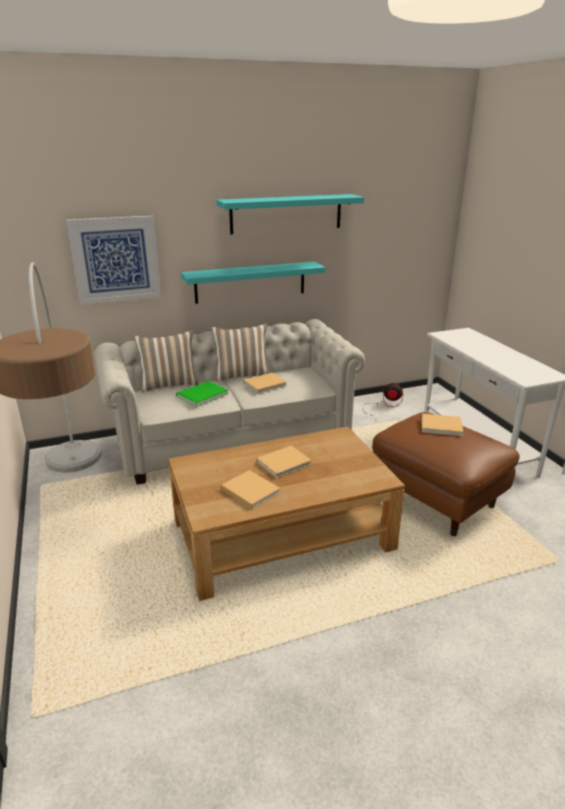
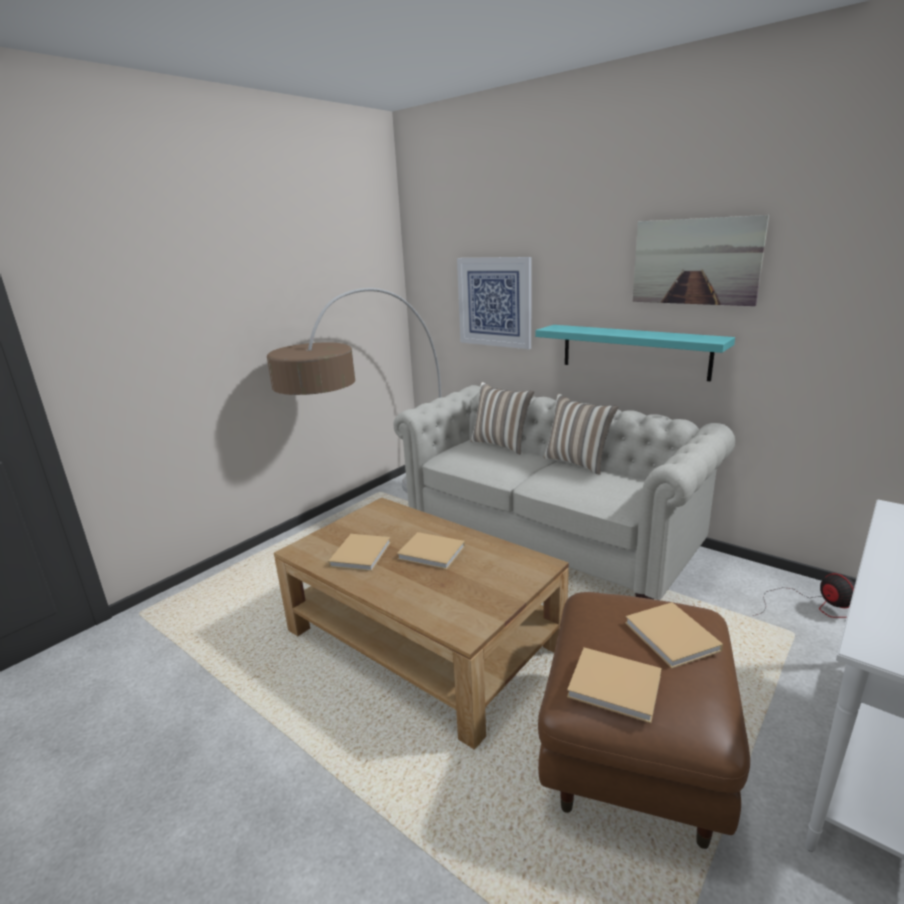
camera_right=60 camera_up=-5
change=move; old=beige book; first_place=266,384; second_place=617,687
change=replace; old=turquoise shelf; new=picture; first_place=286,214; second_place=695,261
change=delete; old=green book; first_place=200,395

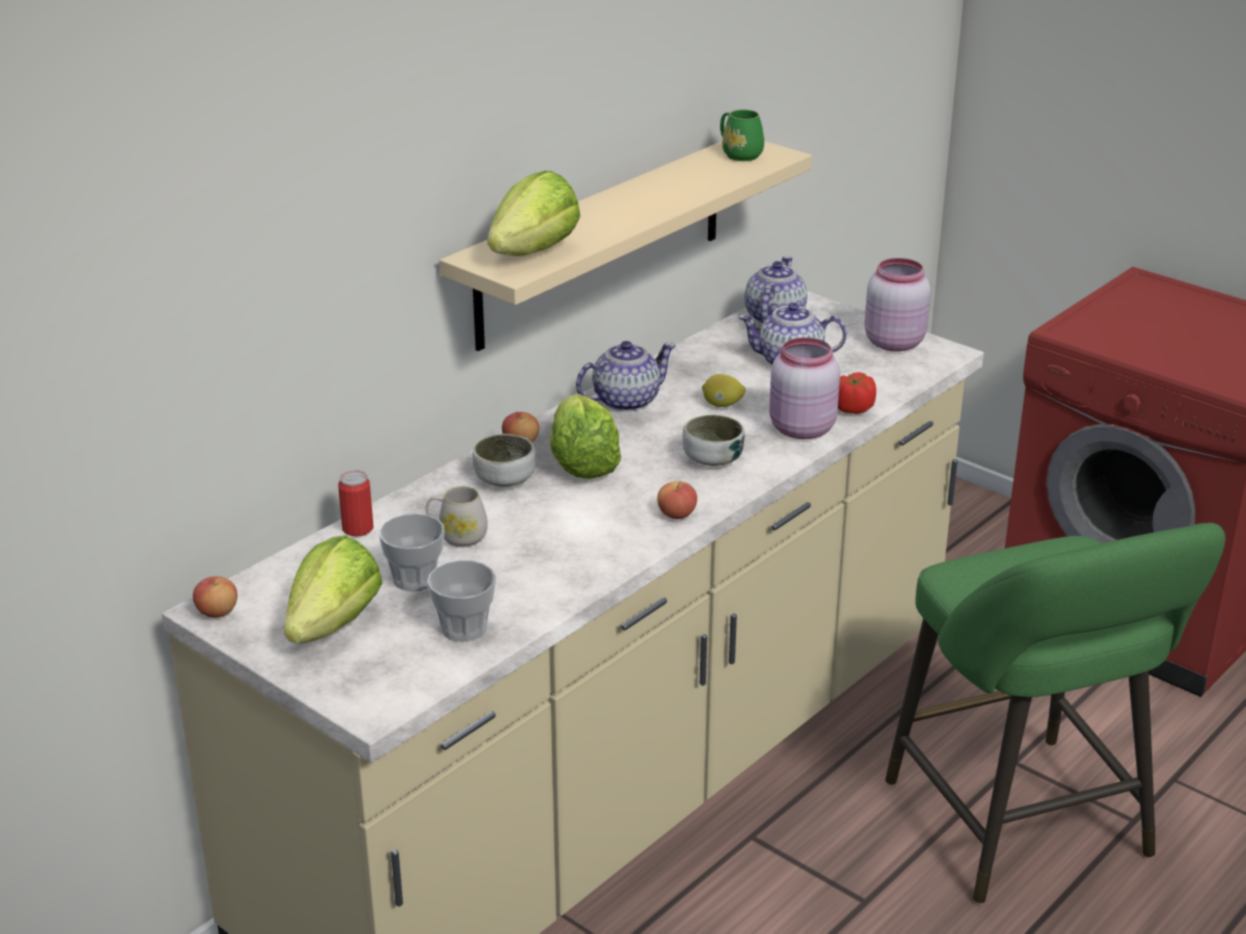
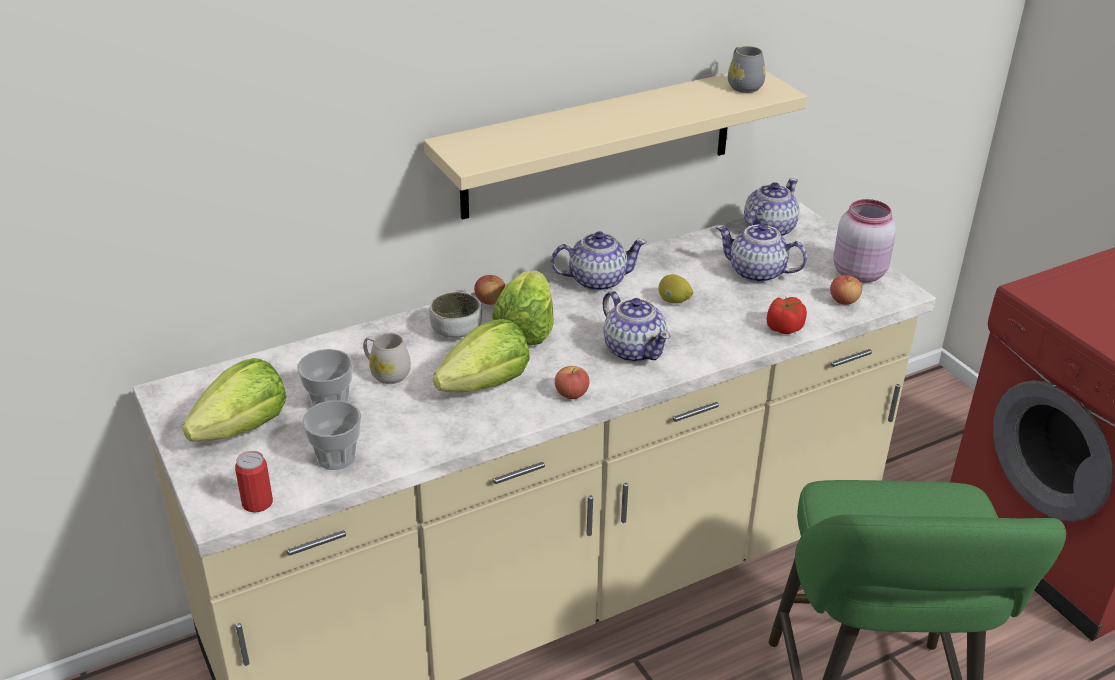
camera_right=20 camera_up=5
change=move; old=can; first_place=358,528; second_place=257,503
change=move; old=lettuce; first_place=534,252; second_place=486,384
change=replace; old=bowl; new=teapot; first_place=712,459; second_place=634,349
change=recolor; old=green mug; new=grey mug; first_place=738,154; second_place=742,85
change=move; old=apple; first_place=217,612; second_place=844,301
change=delete; old=pink jar; first_place=800,429

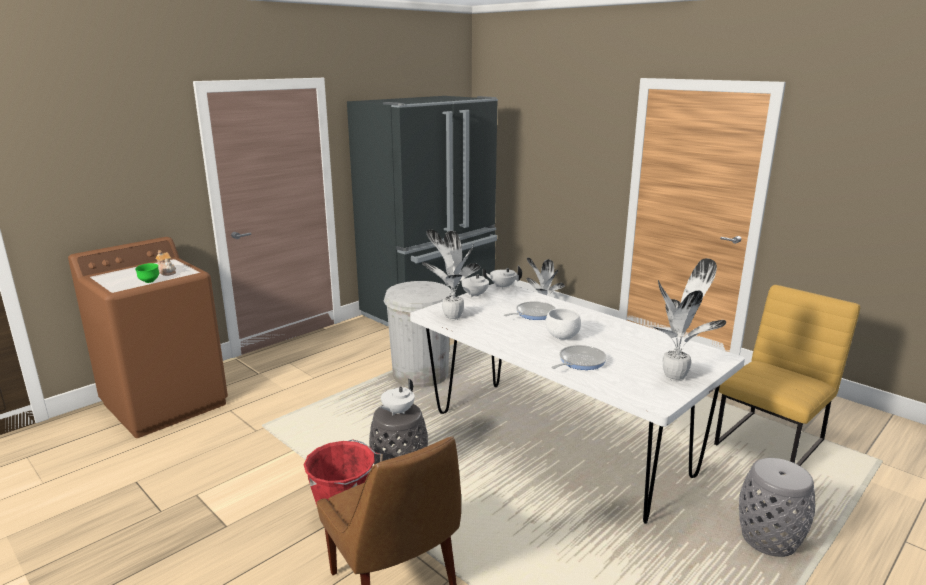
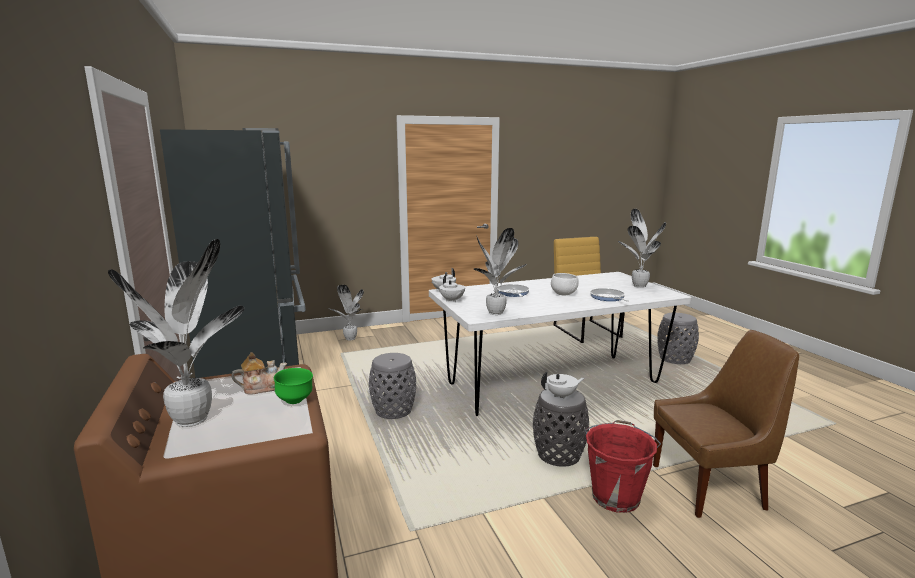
camera_right=-65 camera_up=-5
change=insert; new=potted plant; second_place=194,420
change=replace; old=white trash can; new=grey stool; first_place=420,375; second_place=393,411
change=rotate; old=white teapot; first_place=397,411; second_place=561,396; degrees=-75

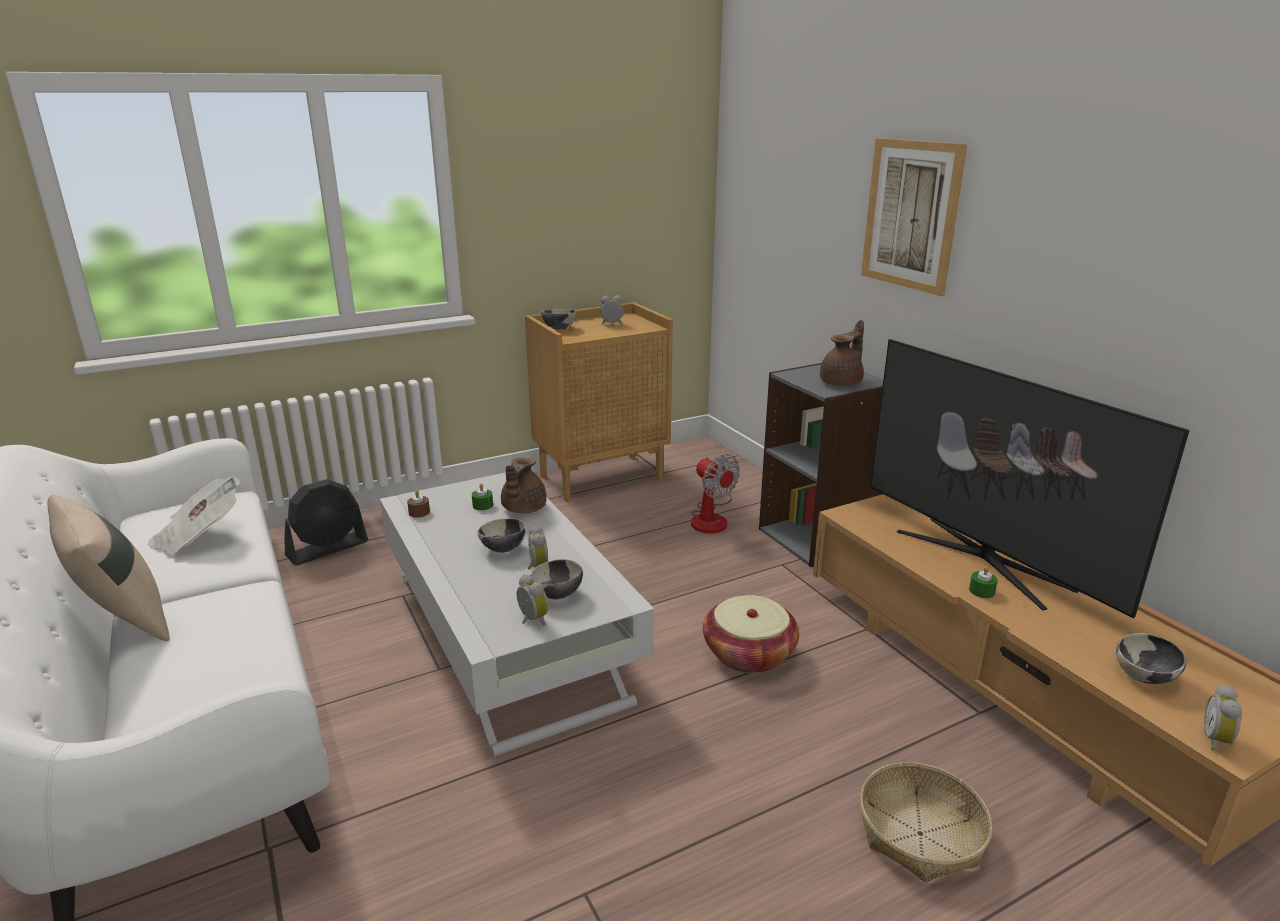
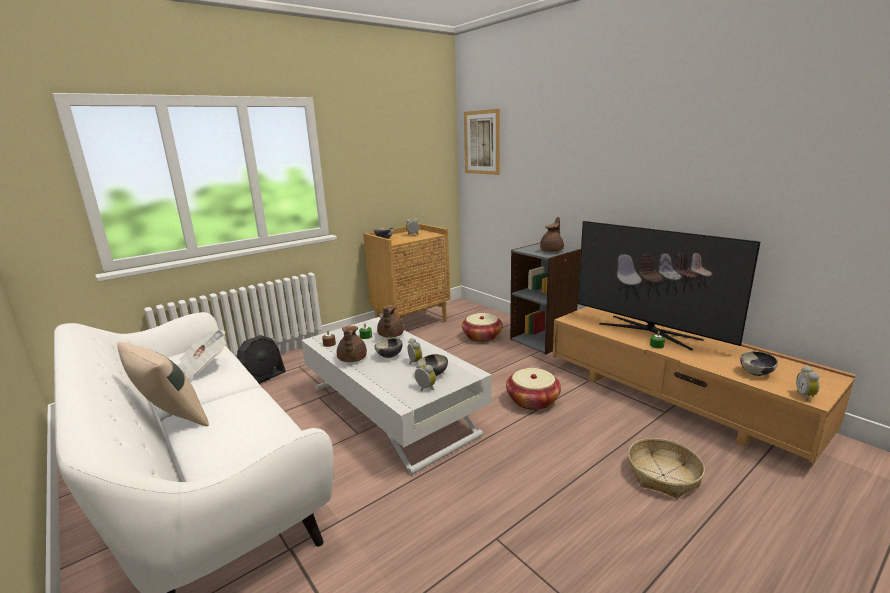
camera_right=-10 camera_up=-5
change=insert; new=brown teapot; second_place=351,359
change=replace; old=fan; new=basket; first_place=711,518; second_place=482,337
change=move; old=picture; first_place=911,215; second_place=482,142

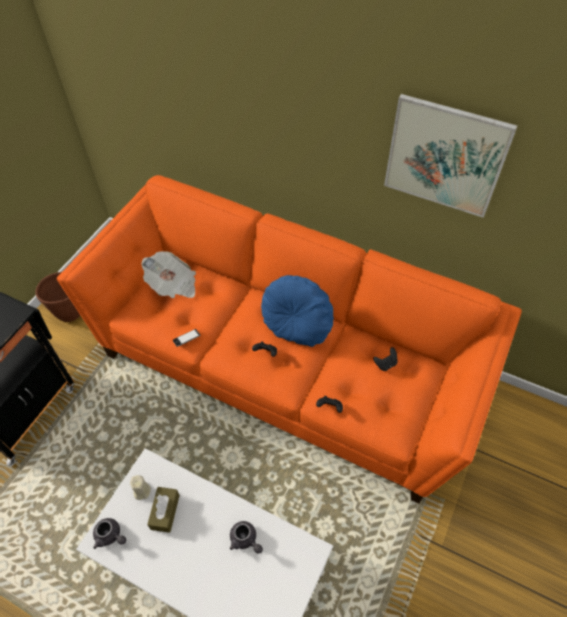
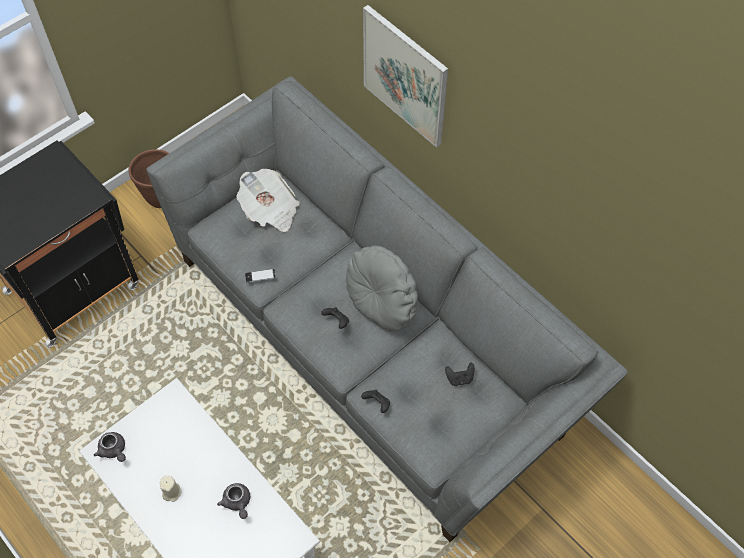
camera_right=20 camera_up=5
change=recolor; old=orange sofa; new=grey sofa; first_place=286,364; second_place=373,338
change=move; old=beige candle; first_place=142,491; second_place=171,492
change=recolor; old=blue pillow; new=grey pillow; first_place=297,330; second_place=381,307
change=move; old=picture; first_place=445,156; second_place=405,76
change=delete; old=brown tissue box; first_place=165,512

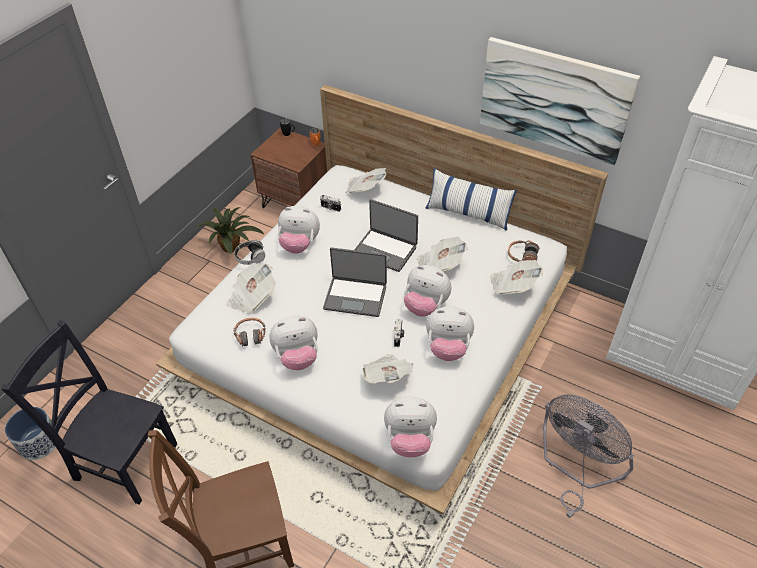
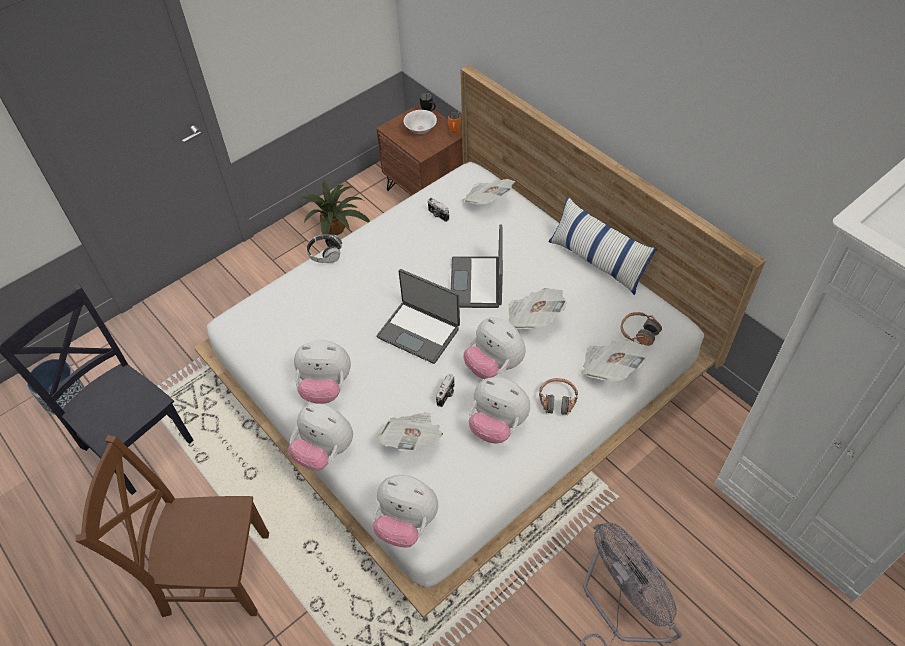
camera_right=20 camera_up=5
change=move; old=plush toy; first_place=299,245; second_place=324,451
change=insert; new=white bowl; second_place=421,129
change=rotate; old=laptop; first_place=385,250; second_place=477,283; degrees=45
change=move; old=headphones; first_place=250,335; second_place=557,400
change=delete; old=newspaper; first_place=252,297
change=delete; old=picture; first_place=554,100

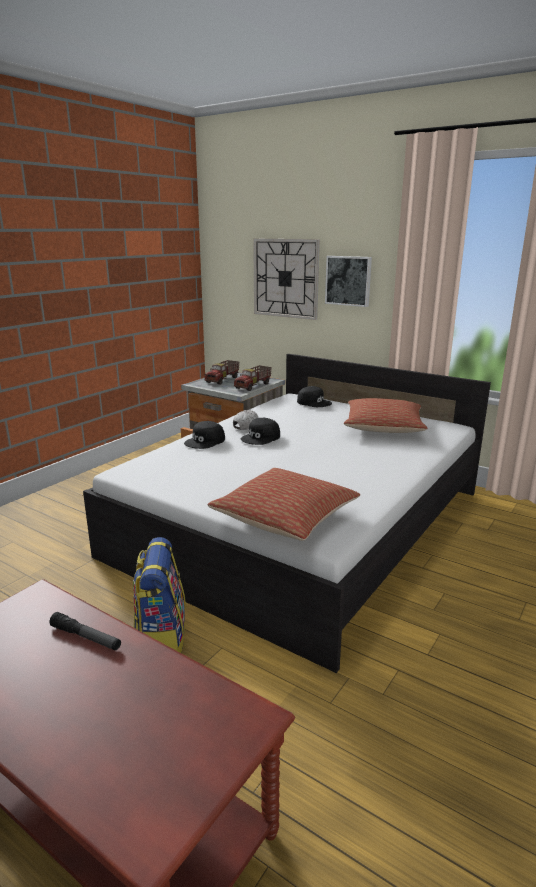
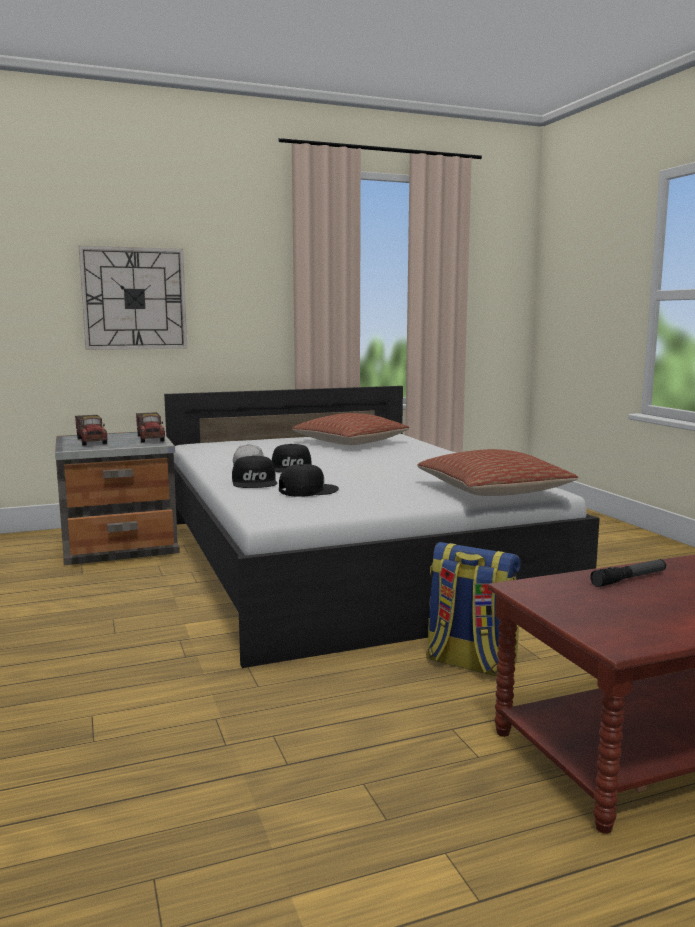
camera_right=-55 camera_up=-10
change=move; old=black cap; first_place=314,402; second_place=307,490
change=delete; old=picture; first_place=348,280

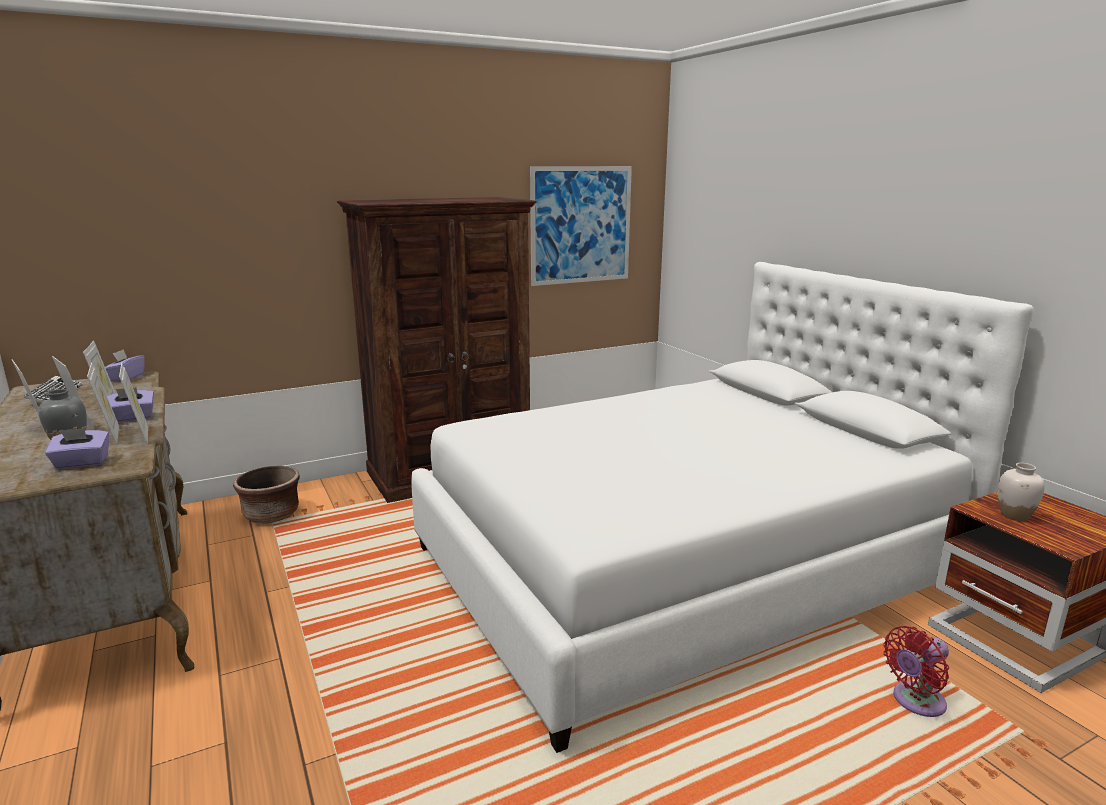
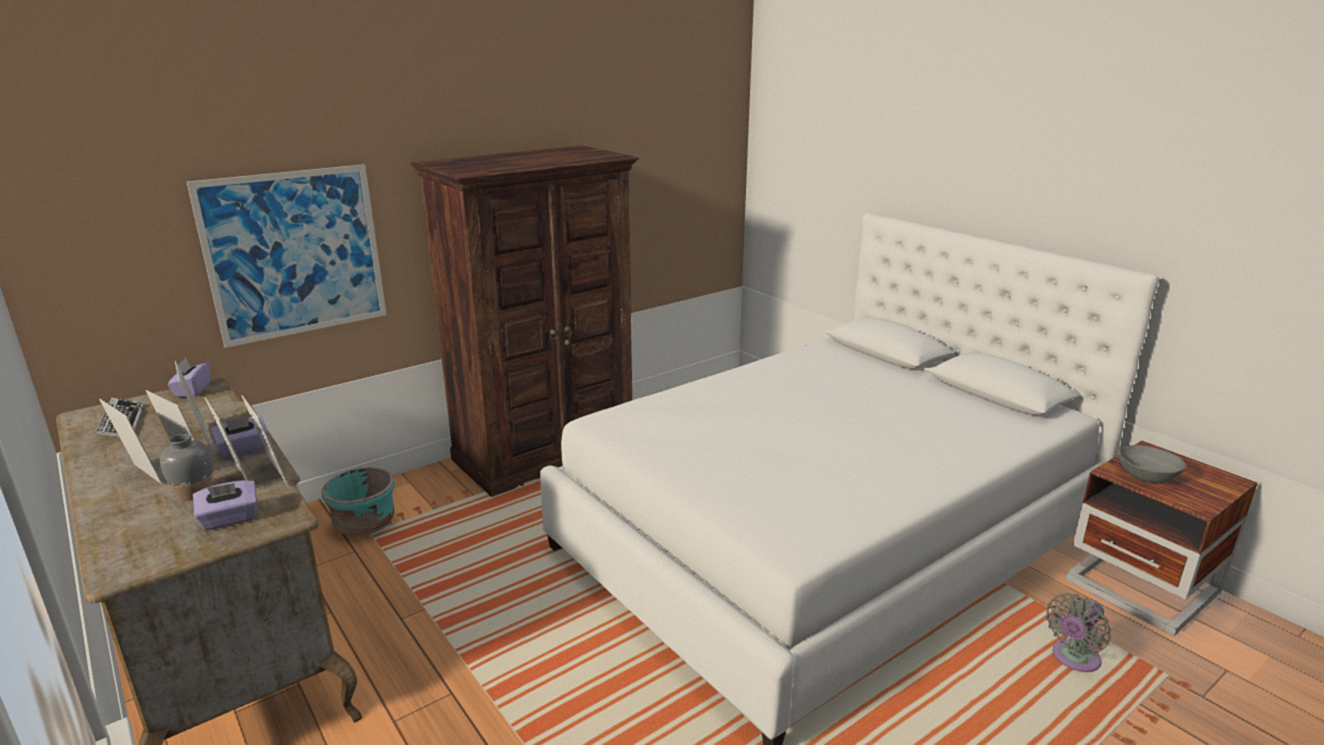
camera_right=-10 camera_up=5
change=move; old=picture; first_place=581,225; second_place=295,254
change=recolor; old=brown planter; new=turquoise planter; first_place=271,514; second_place=364,523
change=recolor; old=red fan; new=grey fan; first_place=915,702; second_place=1073,659
change=replace; old=white vase; new=grey bowl; first_place=1014,516; second_place=1147,477

